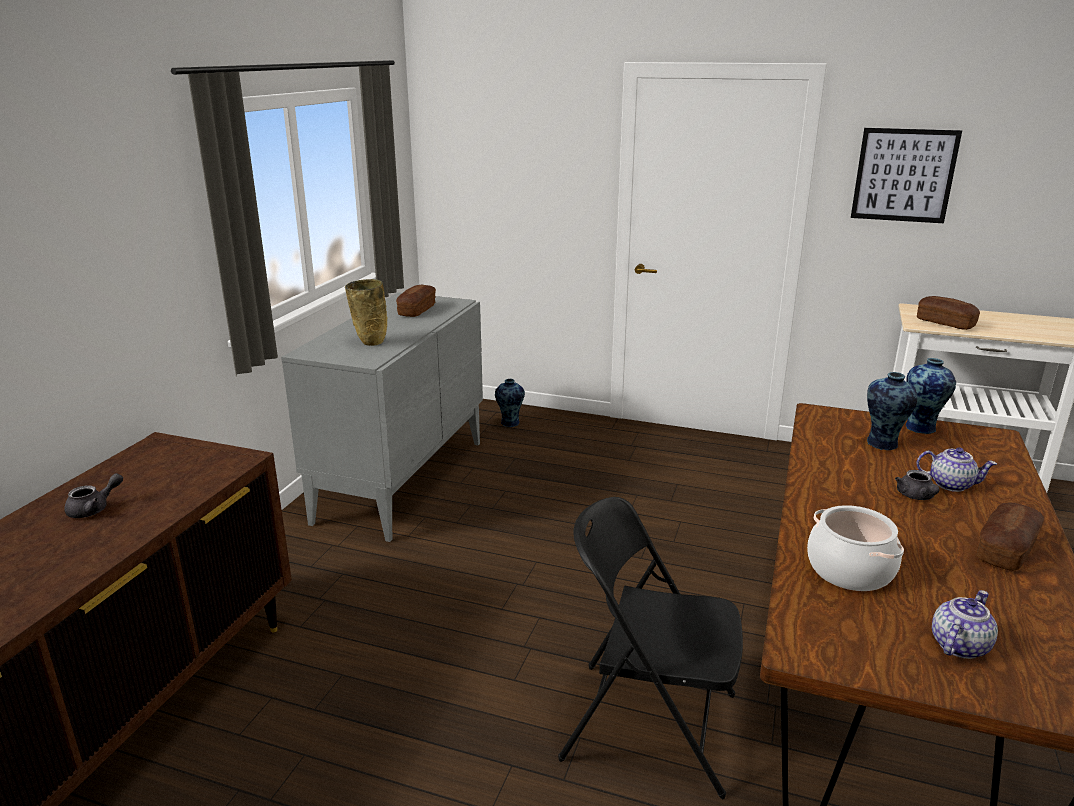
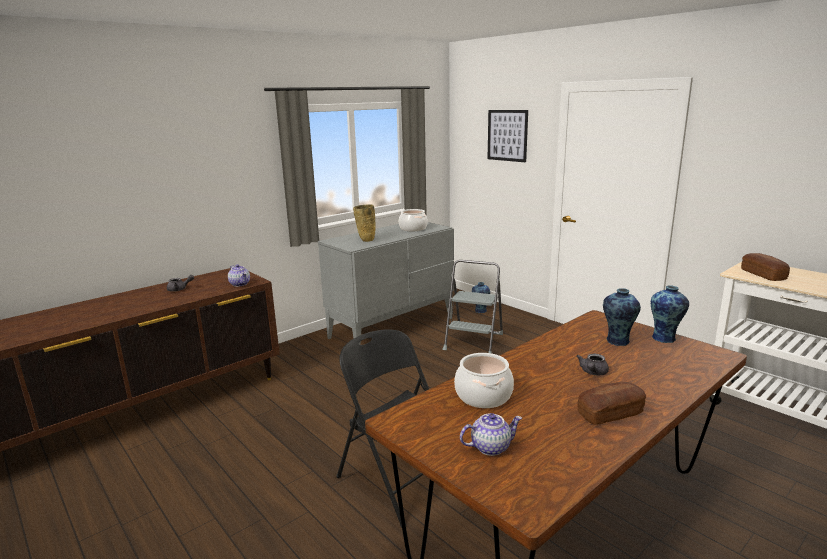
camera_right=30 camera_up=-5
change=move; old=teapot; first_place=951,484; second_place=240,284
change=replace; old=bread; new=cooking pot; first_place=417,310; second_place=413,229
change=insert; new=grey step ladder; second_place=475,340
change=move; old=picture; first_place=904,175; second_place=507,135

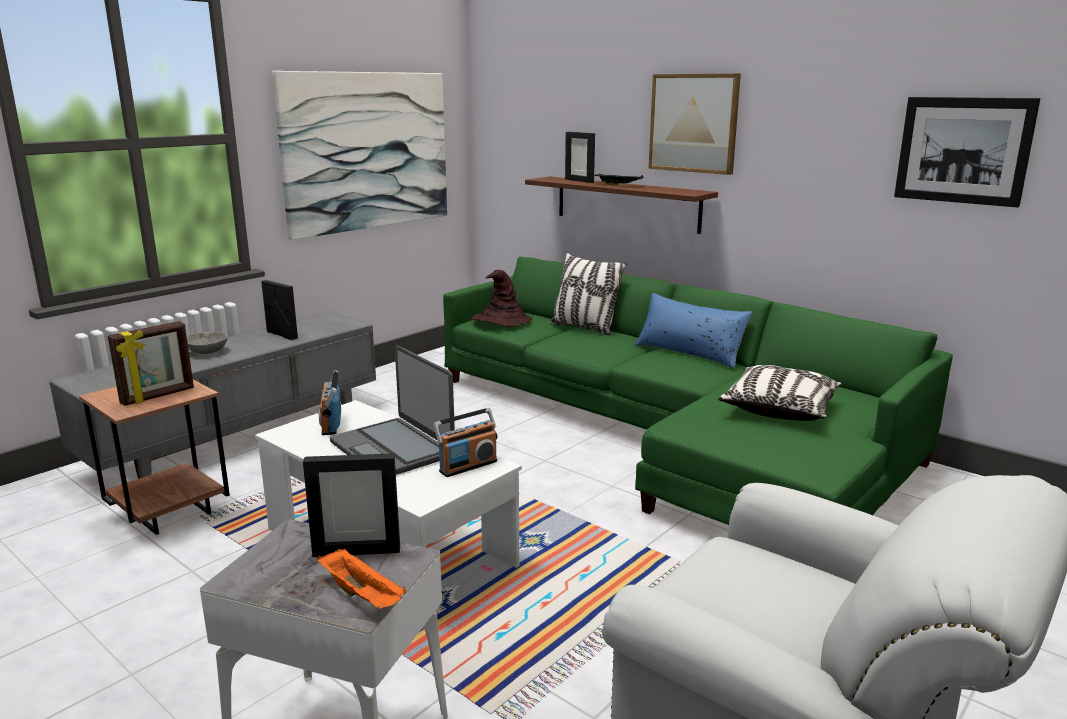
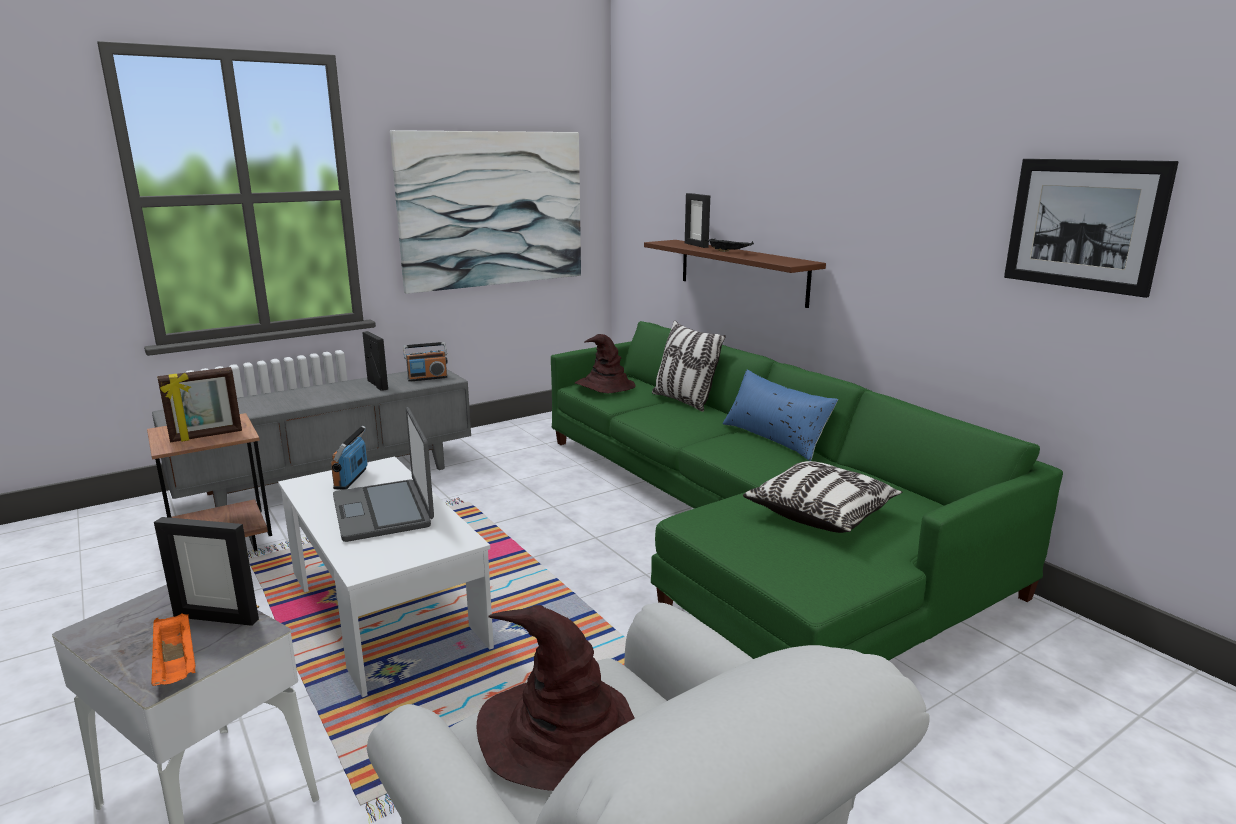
camera_right=15 camera_up=0
change=move; old=radio; first_place=468,466; second_place=427,378
change=insert; new=brown hat; second_place=559,732
change=delete; old=grey bowl; first_place=206,352
change=delete; old=picture; first_place=694,123

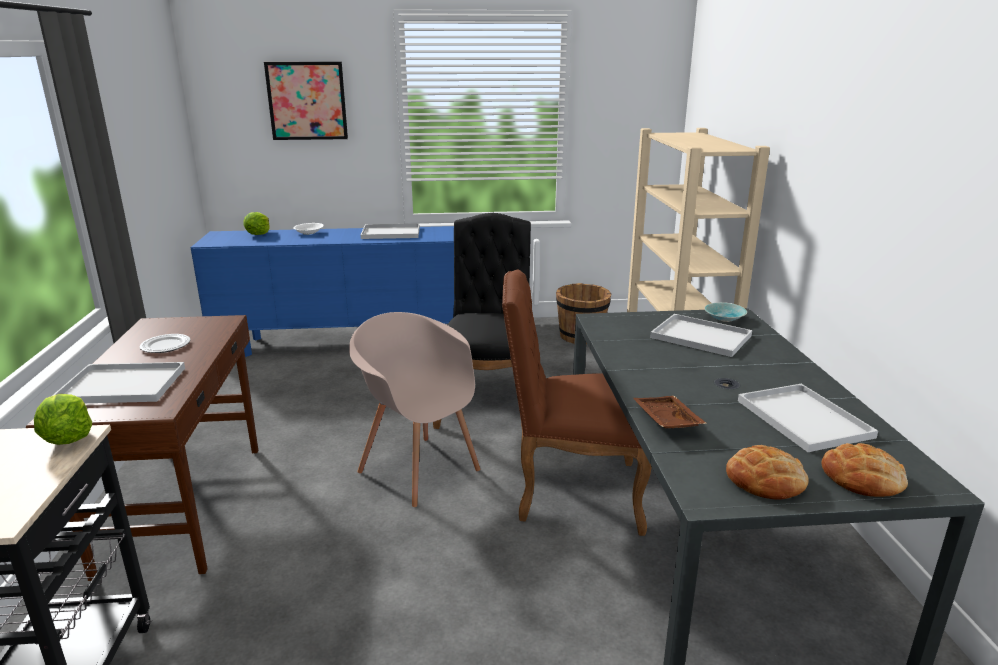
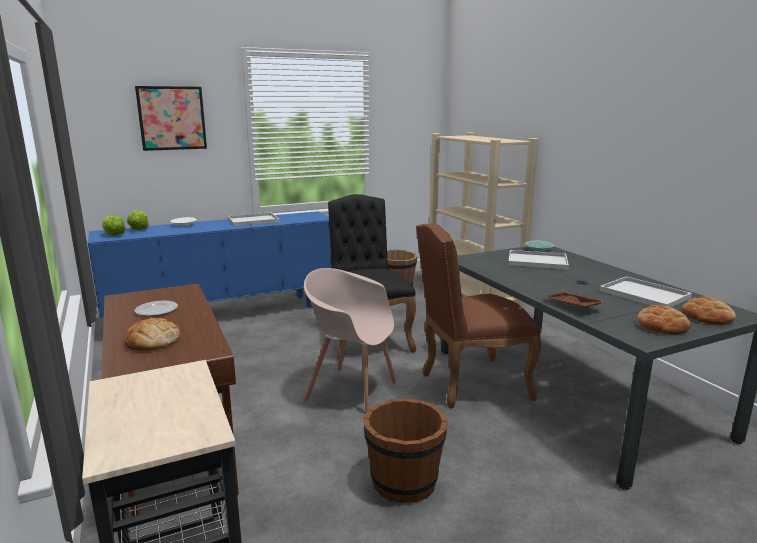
camera_right=-20 camera_up=-5
change=move; old=lettuce; first_place=68,438; second_place=114,235
change=replace; old=white tray; new=bread; first_place=119,386; second_place=152,341
change=insert; new=brown bucket; second_place=404,481

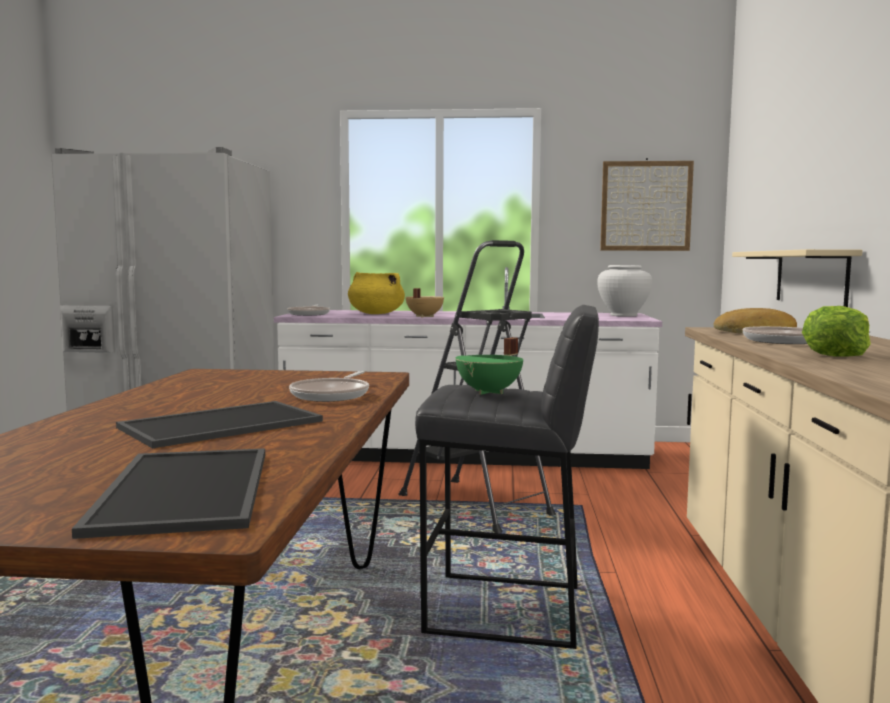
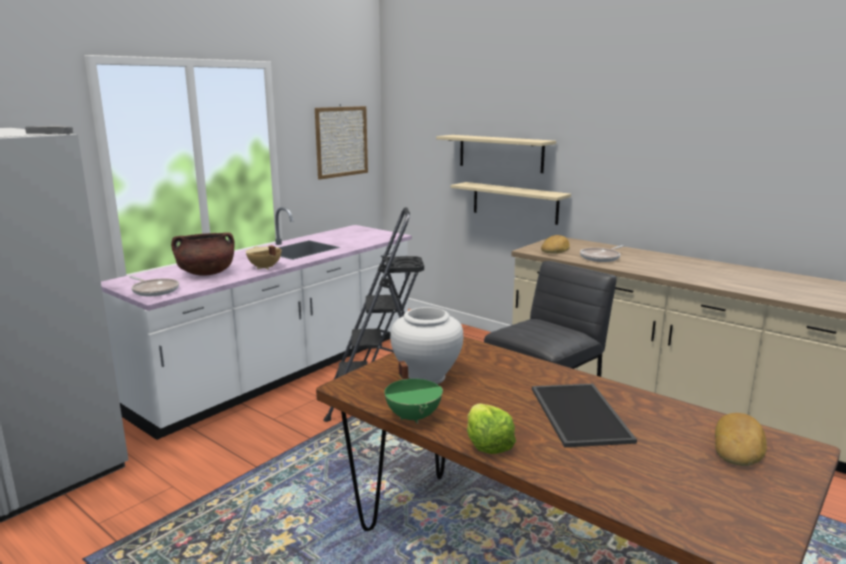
camera_right=-55 camera_up=10
change=recolor; old=yellow cooking pot; new=brown cooking pot; first_place=375,314; second_place=206,273
change=move; old=green cooking pot; first_place=490,392; second_place=414,416
change=move; old=white vase; first_place=623,315; second_place=427,377
change=insert; new=beige shelf; second_place=500,153
change=move; old=lettuce; first_place=836,354; second_place=487,444
change=replace; old=tray; new=bread; first_place=189,490; second_place=740,446
change=delete; old=frying pan; first_place=332,395

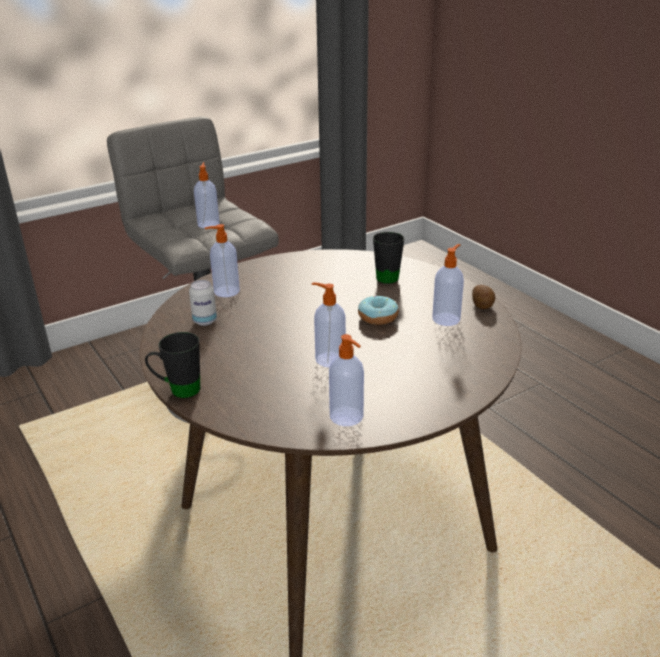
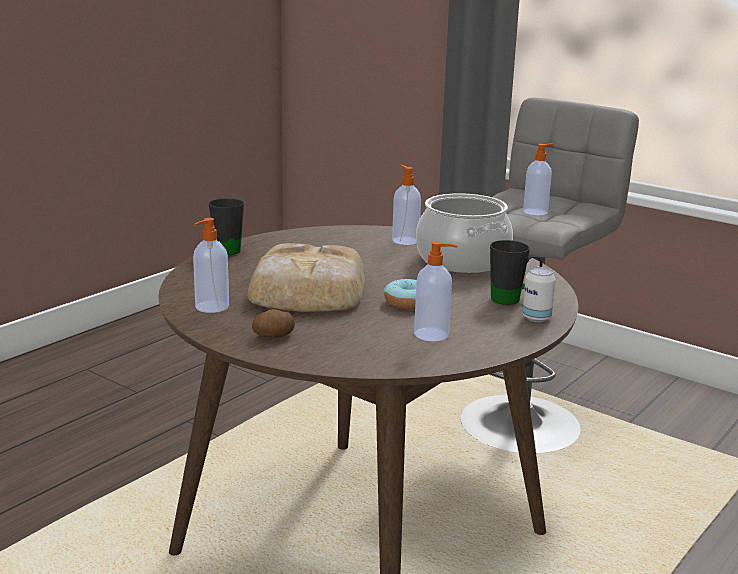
camera_right=70 camera_up=-10
change=replace; old=soap dispenser; new=bread; first_place=329,359; second_place=306,291
change=move; old=potato; first_place=483,305; second_place=274,336
change=insert; new=cooking pot; second_place=463,260
change=move; old=can; first_place=205,321; second_place=536,318

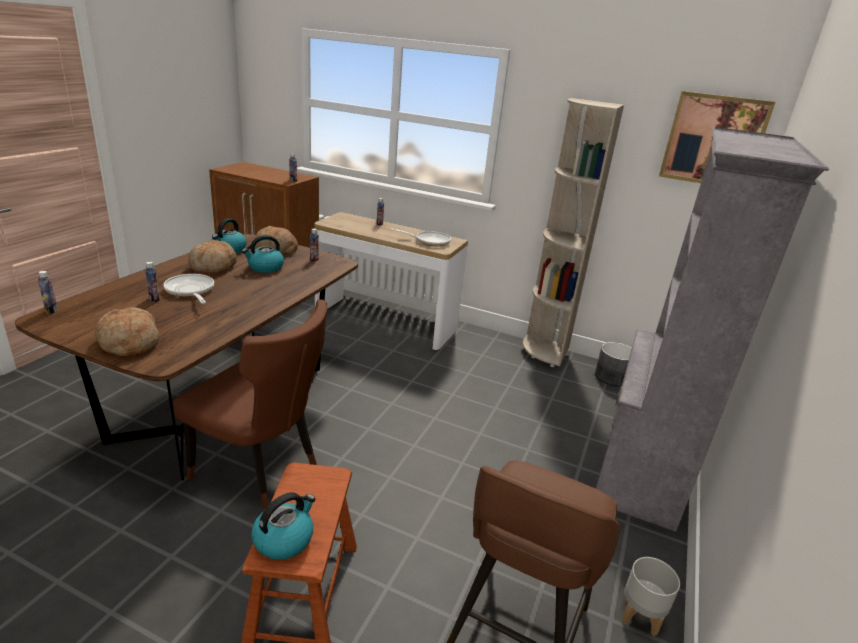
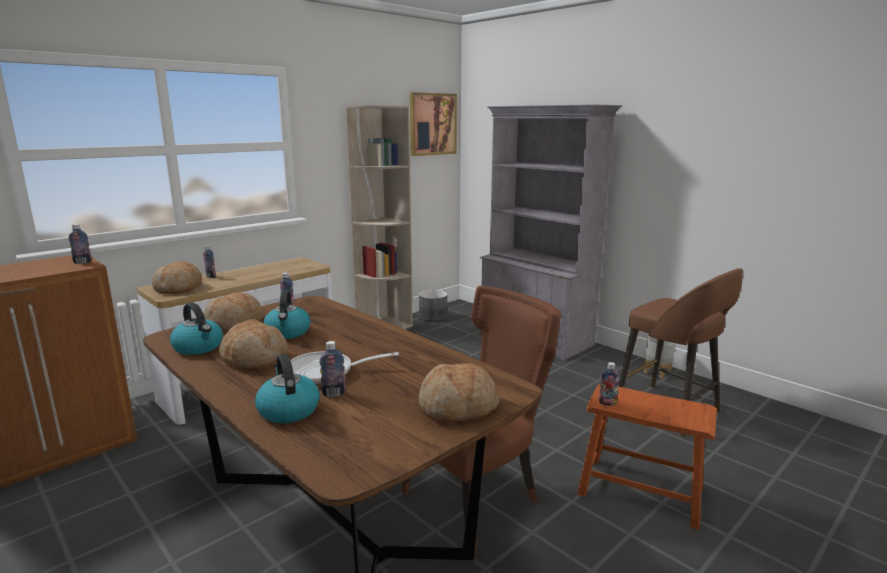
camera_right=-65 camera_up=-10
change=insert; new=bread; second_place=179,288
change=move; old=kettle; first_place=284,539; second_place=288,410
change=move; old=bottle; first_place=51,310; second_place=607,403
change=delete; old=frying pan; first_place=429,241

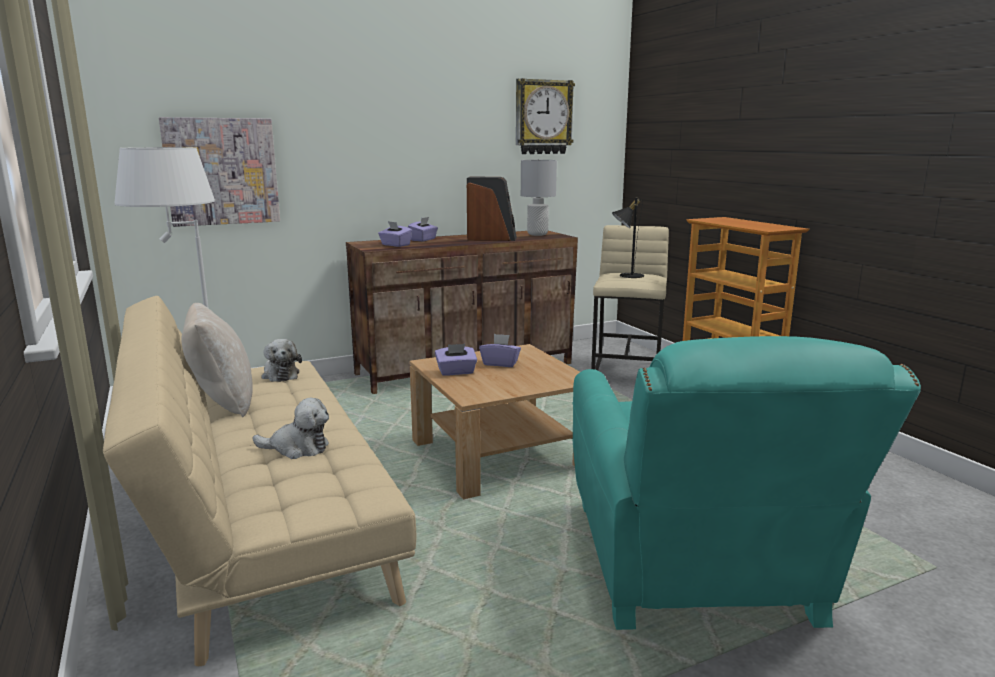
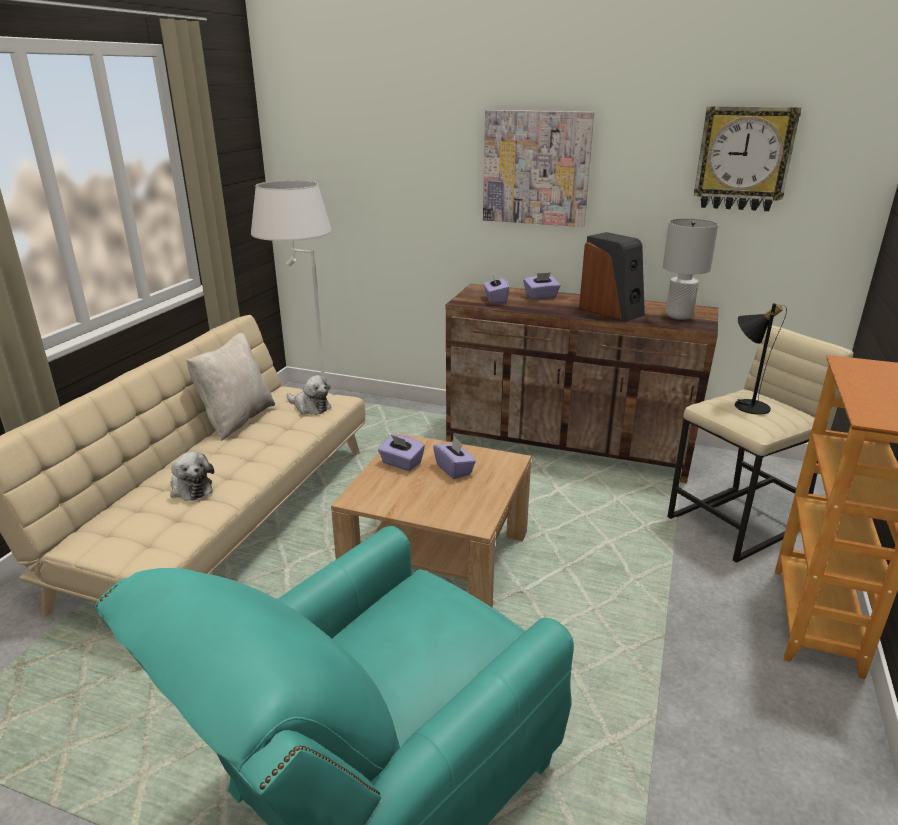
camera_right=45 camera_up=10
change=rotate; old=plush toy; first_place=280,374; second_place=310,407; degrees=-75
change=move; old=picture; first_place=222,171; second_place=536,168

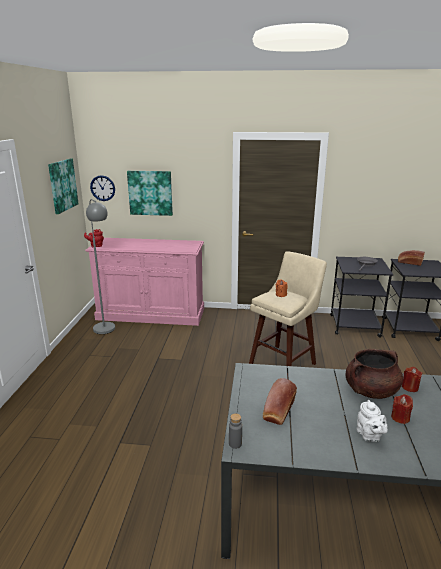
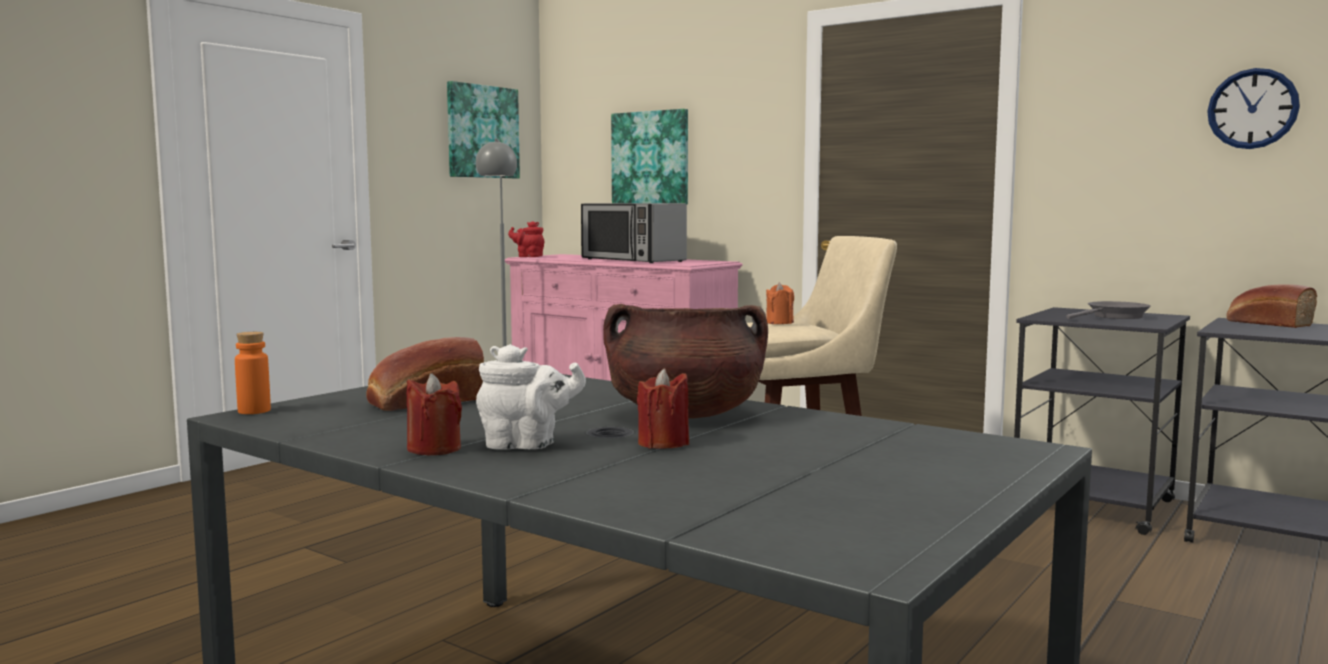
camera_right=30 camera_up=-15
change=recolor; old=grey bottle; new=orange bottle; first_place=235,444; second_place=254,411
change=move; old=red candle; first_place=410,387; second_place=434,449
change=rotate; old=white teapot; first_place=369,436; second_place=526,445; degrees=-105
change=insert; new=microwave; second_place=632,260
change=move; old=wall clock; first_place=102,188; second_place=1252,109

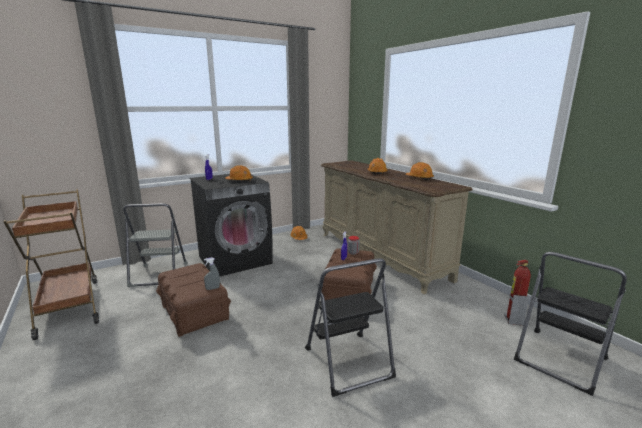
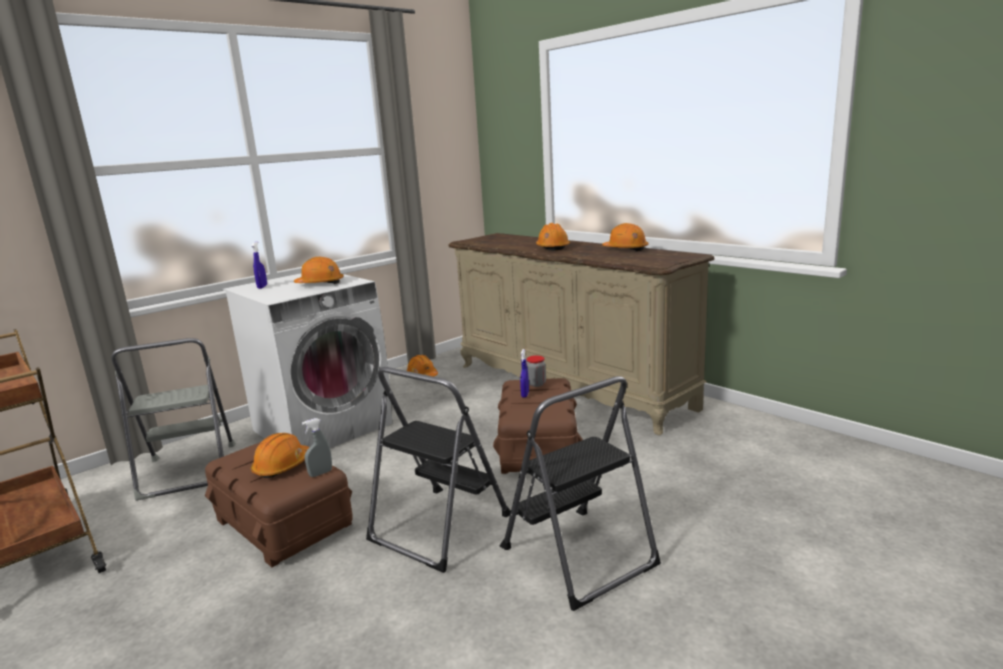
camera_right=-10 camera_up=0
change=recolor; old=black washing machine; new=white washing machine; first_place=235,259; second_place=323,426
change=insert; new=orange hard hat; second_place=282,466
change=move; old=black step ladder; first_place=558,360; second_place=436,529
change=delete; old=fire extinguisher; first_place=513,320

